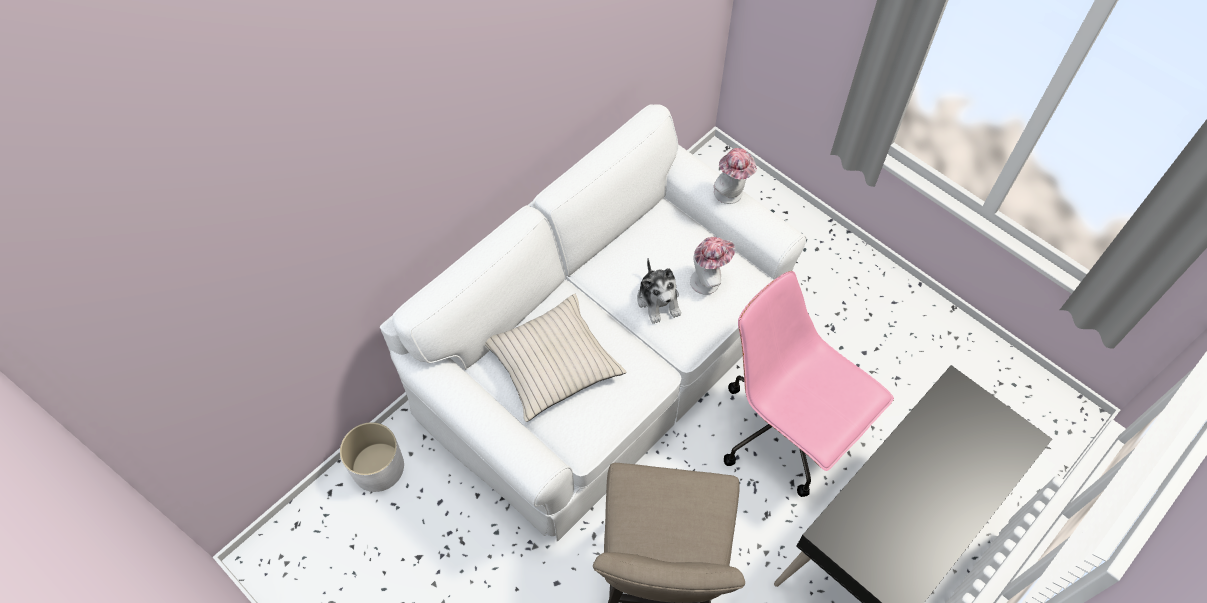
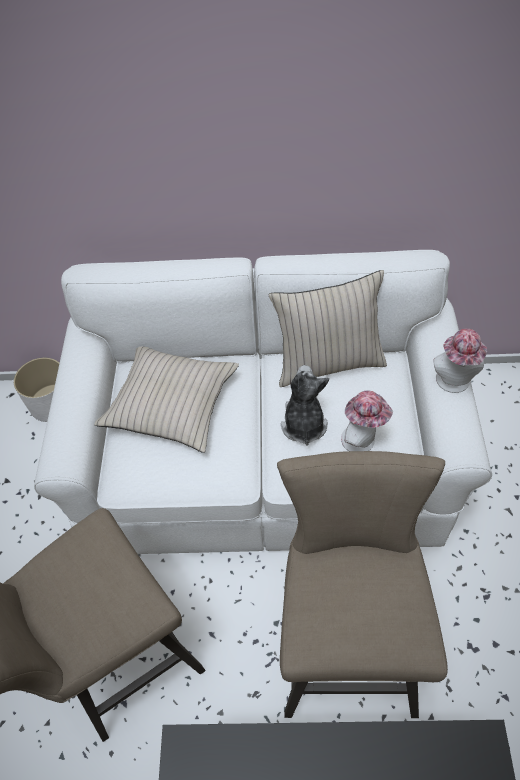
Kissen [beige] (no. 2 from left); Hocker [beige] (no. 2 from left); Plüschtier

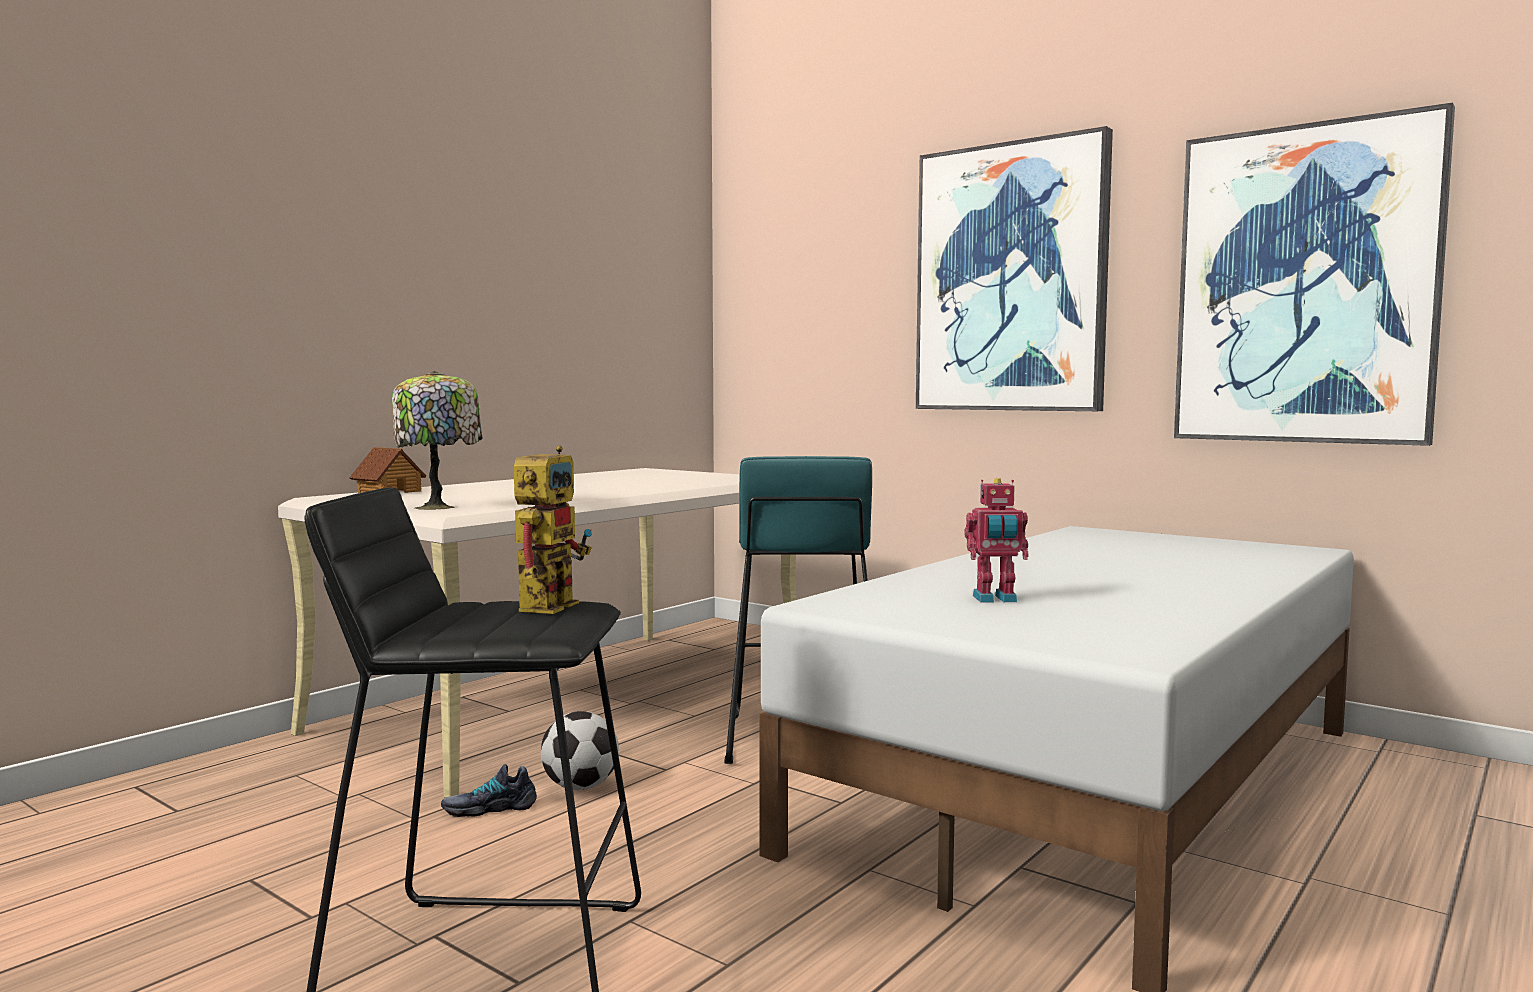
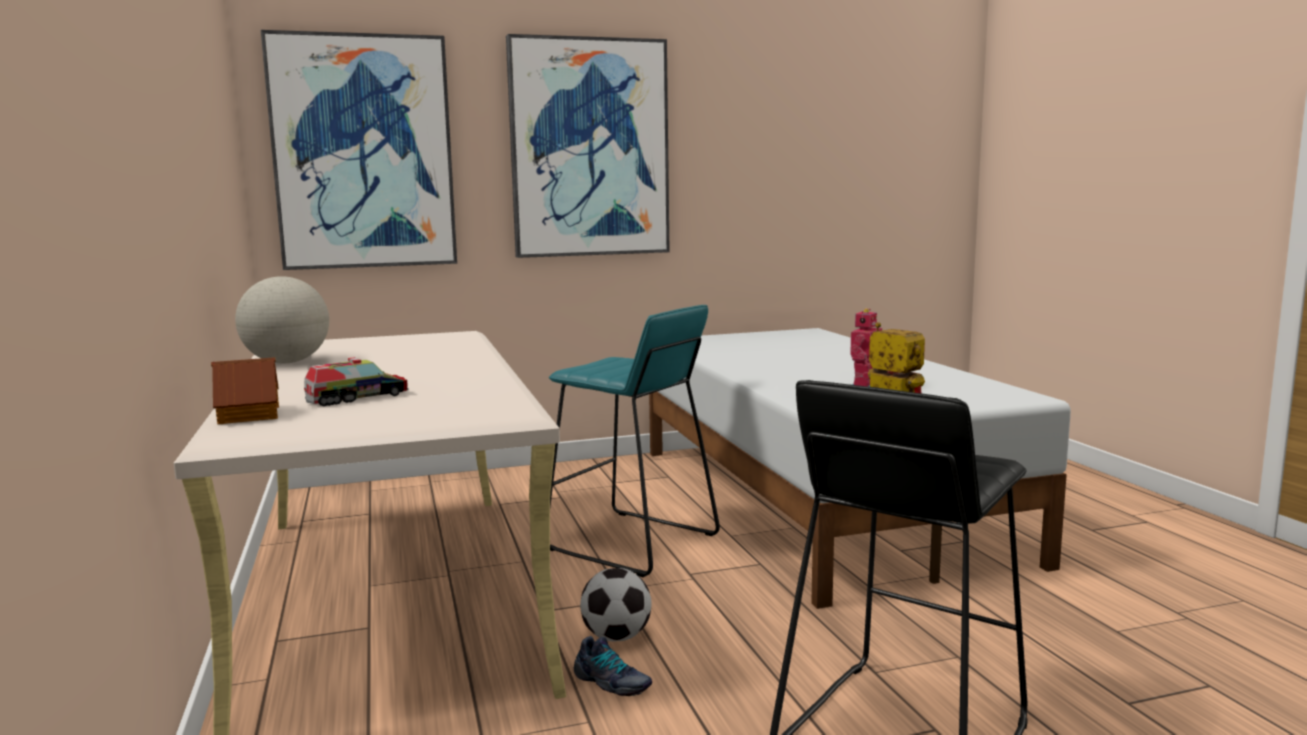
Tischlampe; Globus; Spielzeuglaster; Bild (no. 1 from left); Schuh

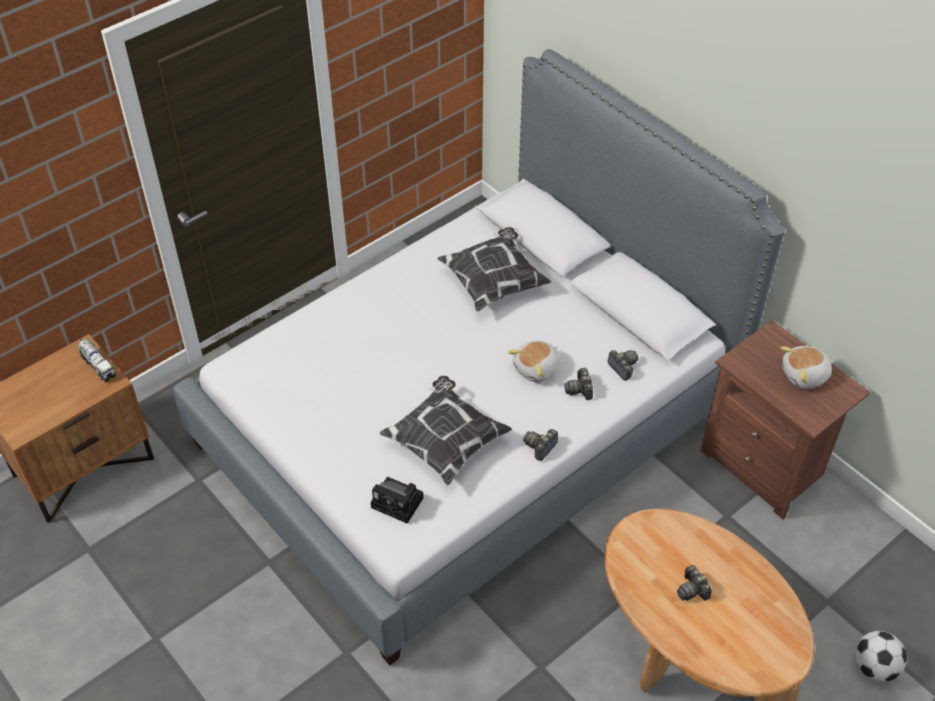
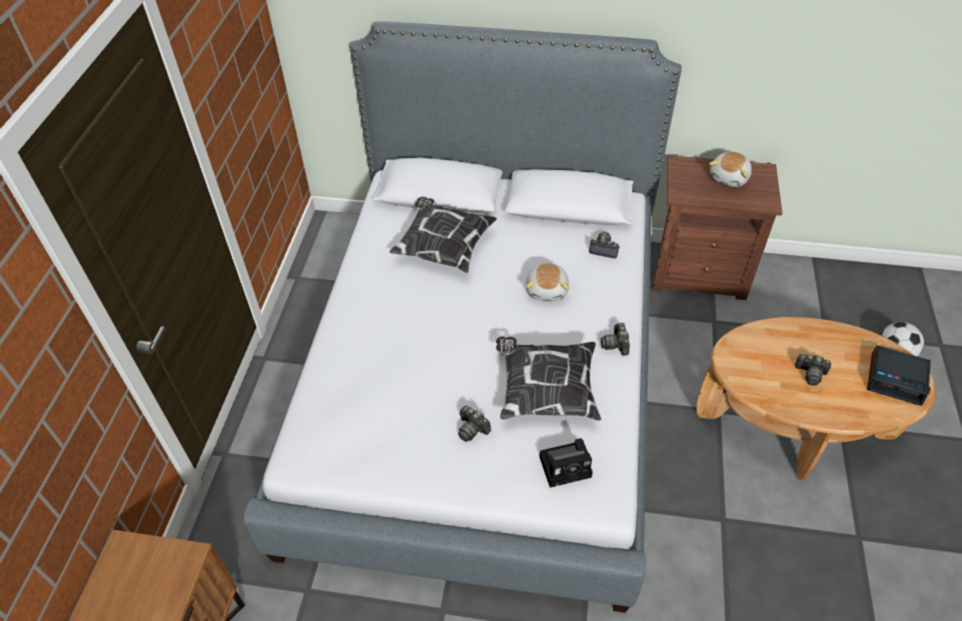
Spielzeuglaster; Wecker; Kamera (no. 1 from left)

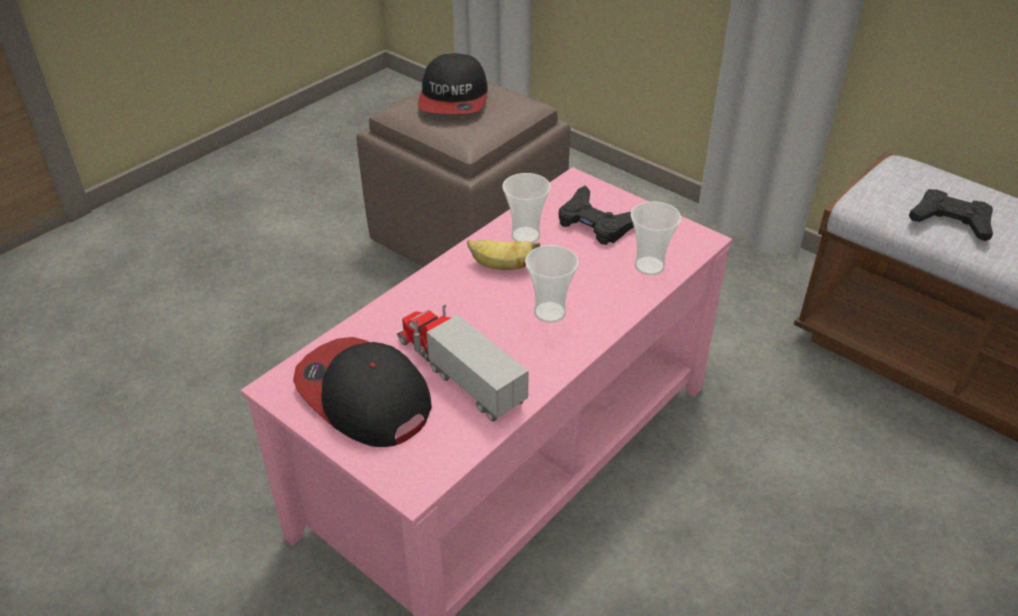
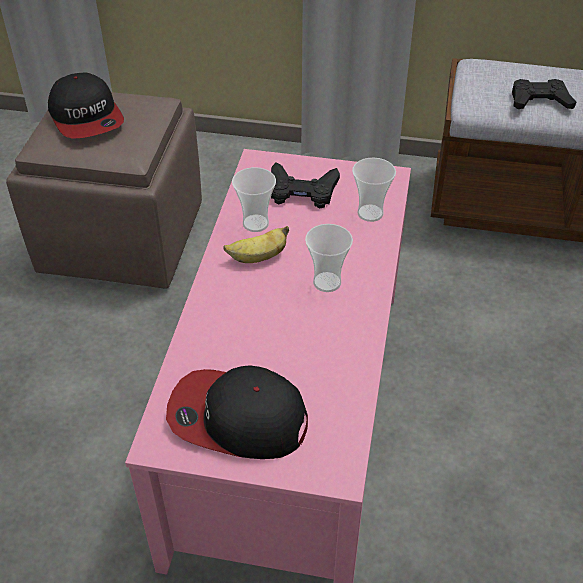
Spielzeuglaster

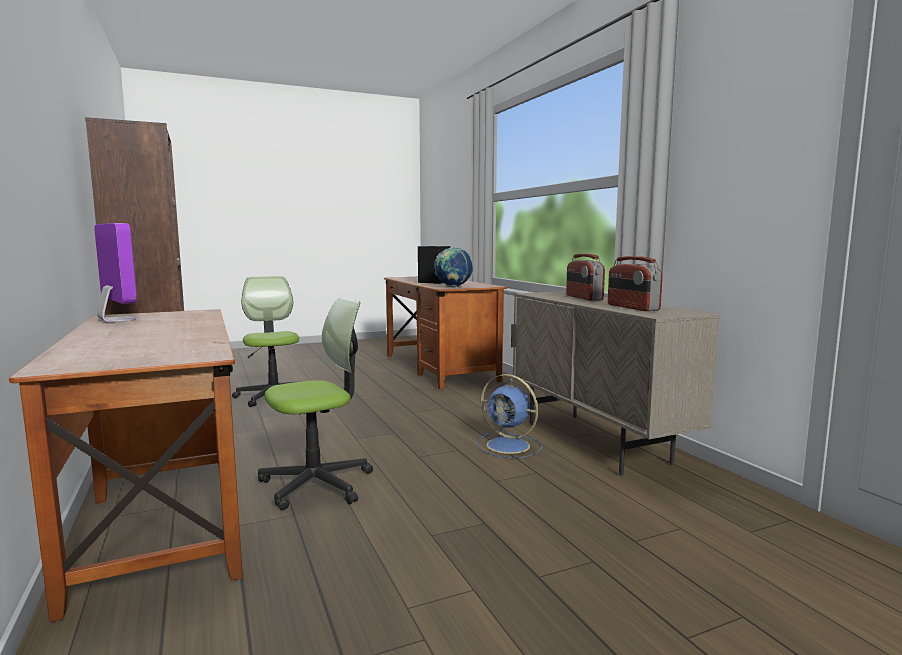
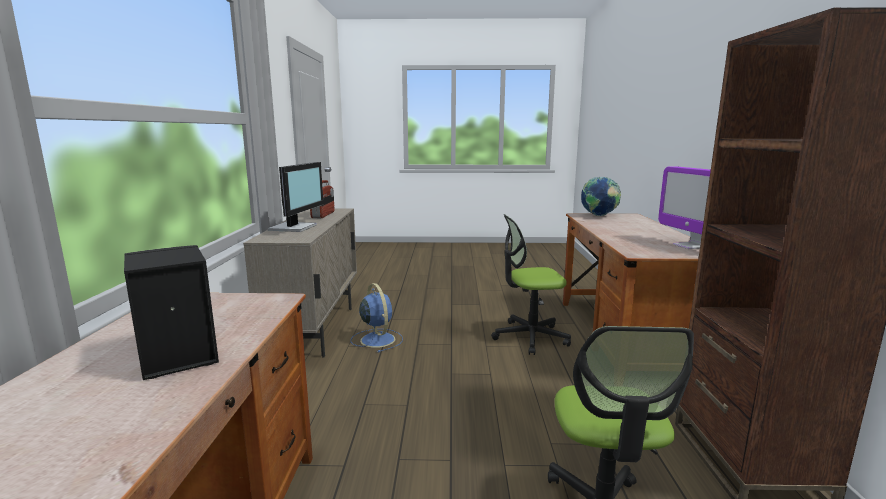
Globus; Monitor (no. 1 from left)

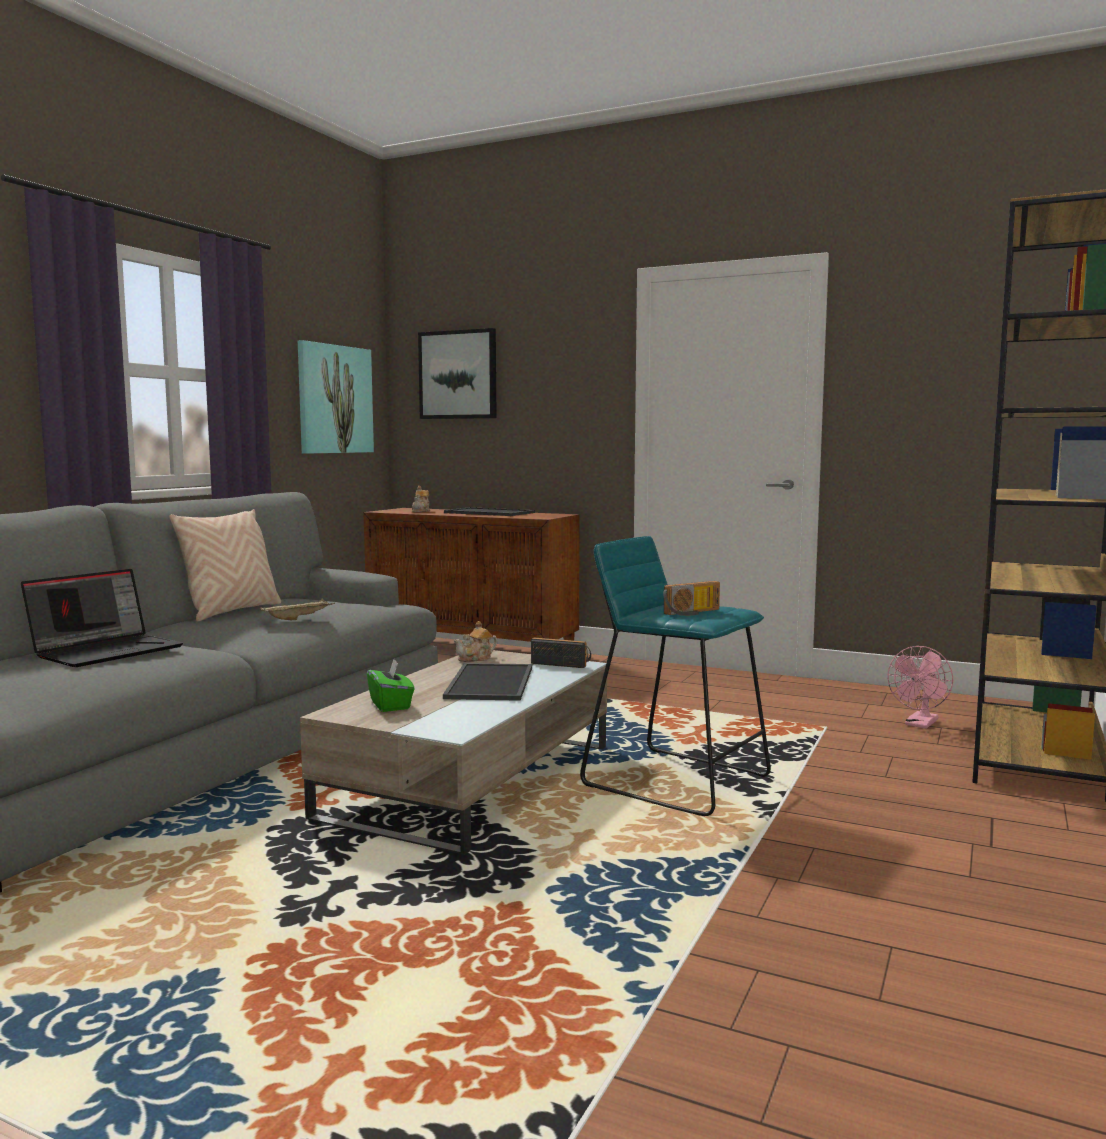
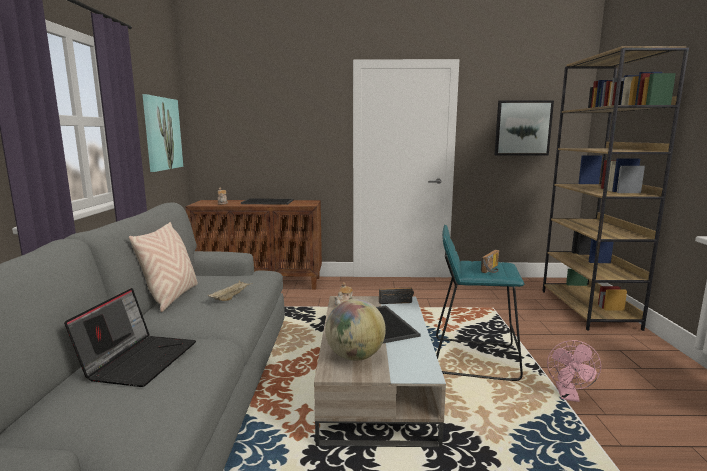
Bild (no. 2 from left); Ventilator [rosa]; Globus

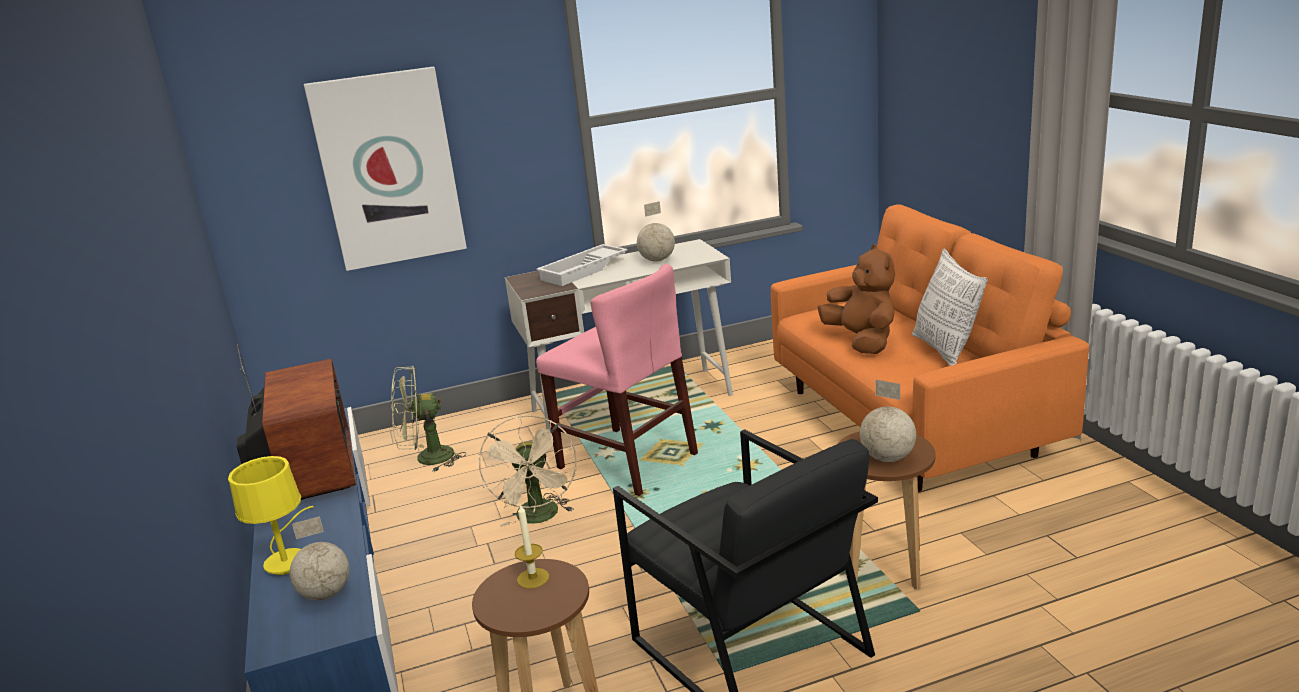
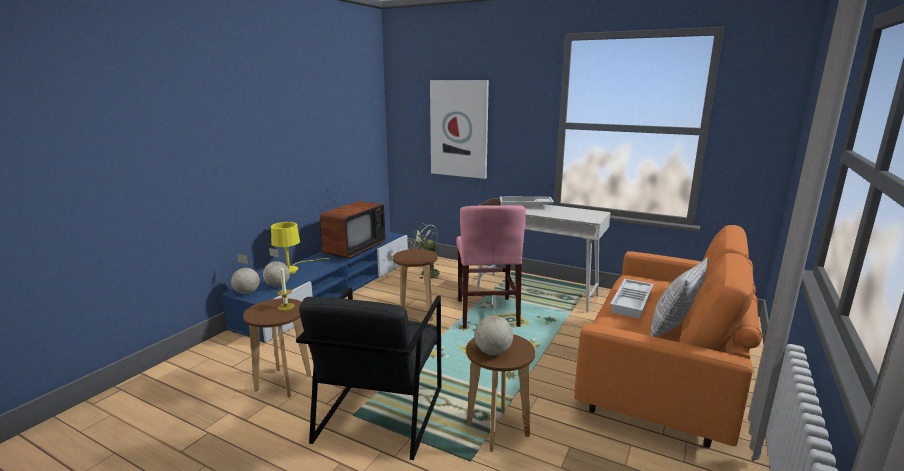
Globus (no. 1 from left); Hocker [braun] (no. 2 from left); Tablett [weiß] (no. 2 from left)

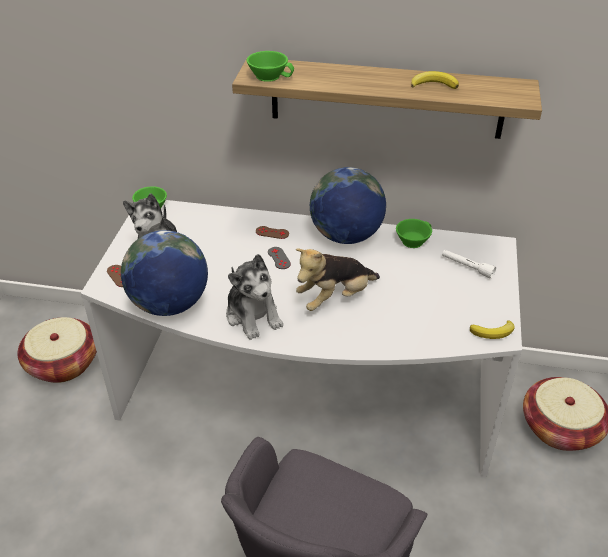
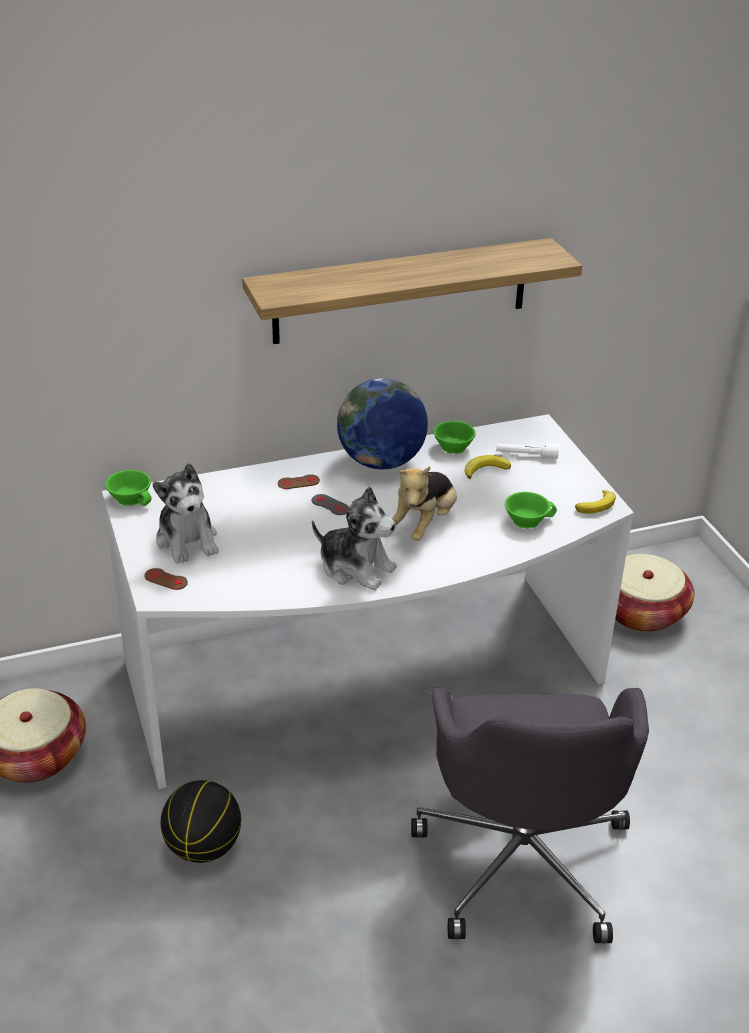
Globus (no. 1 from left in the first image); Basketball; Tasse [grün] (no. 3 from left); Banane (no. 1 from left)

